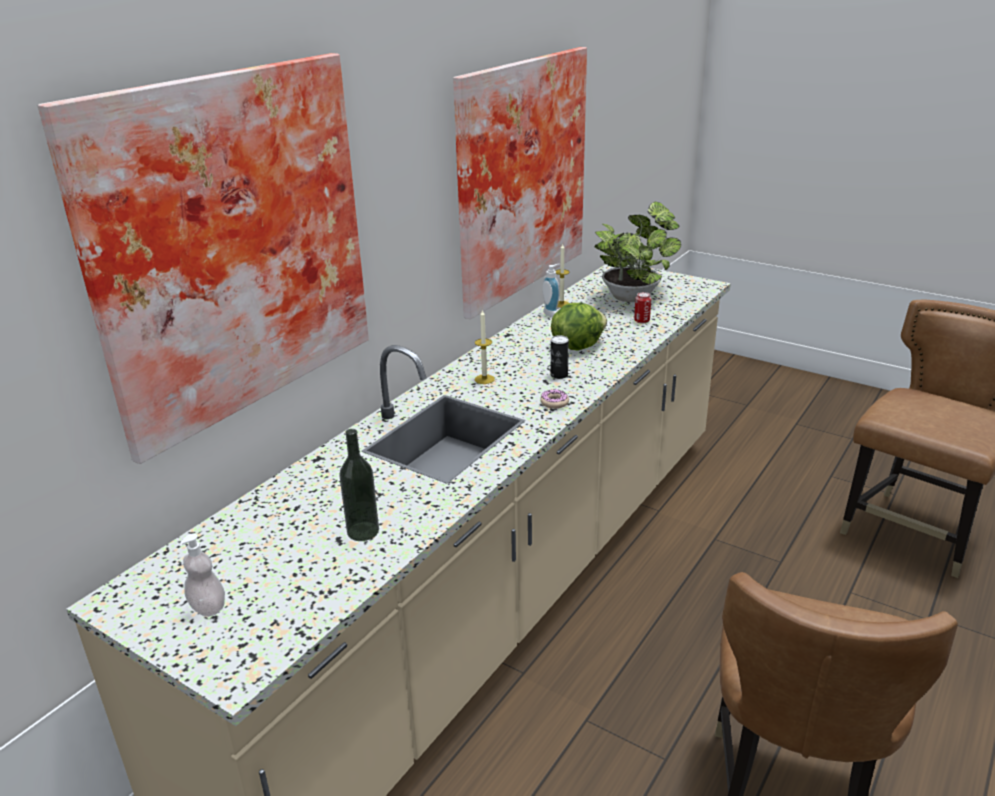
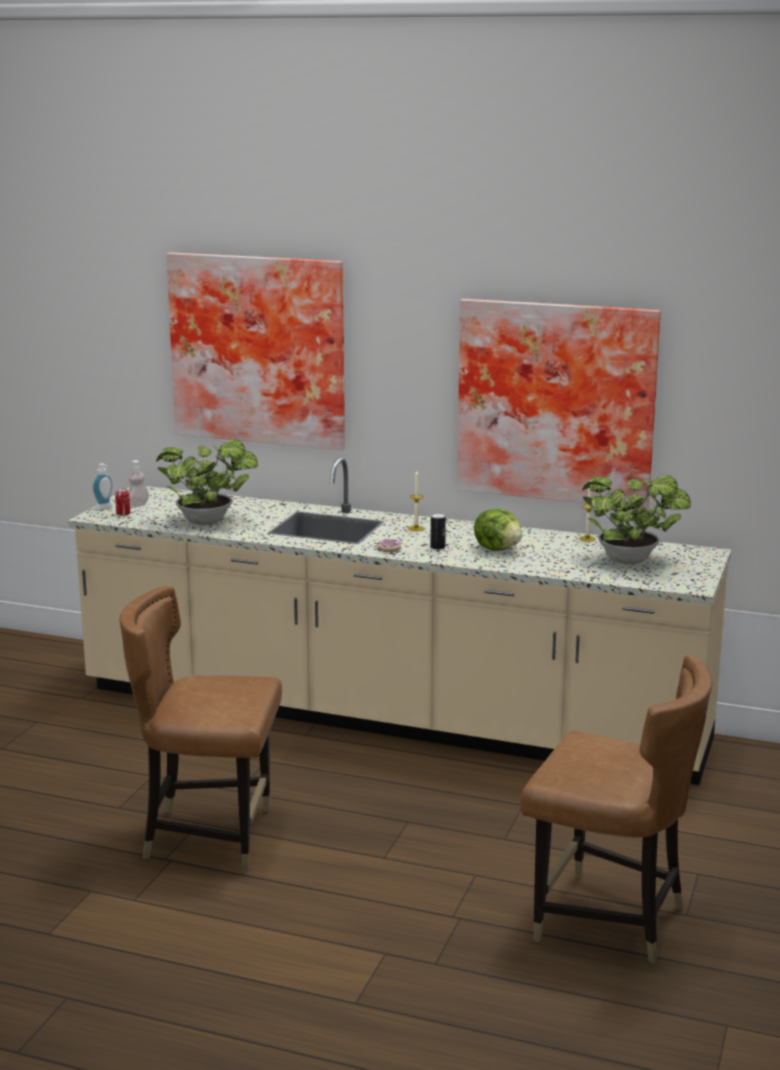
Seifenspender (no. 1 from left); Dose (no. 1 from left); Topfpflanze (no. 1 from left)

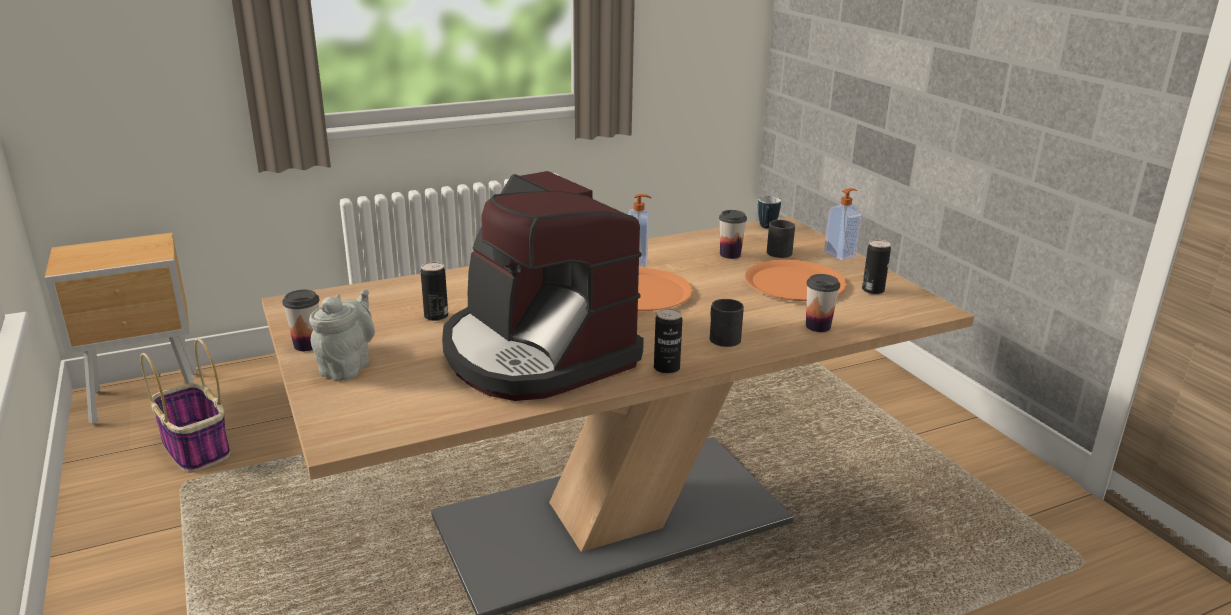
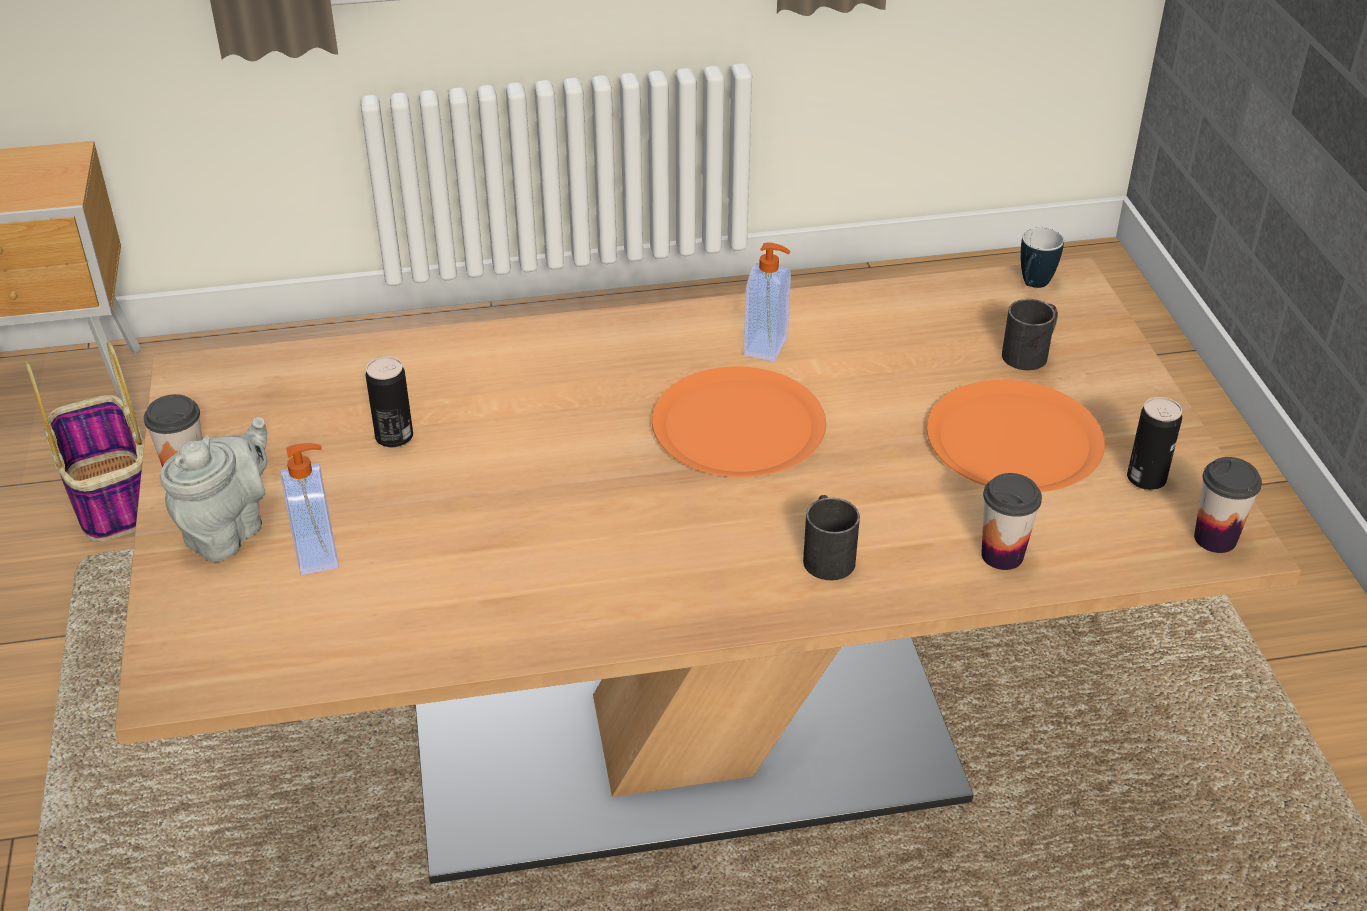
Kaffeemaschine; Dose (no. 2 from left in the first image); Tasse (no. 3 from left); Seifenspender (no. 1 from left)

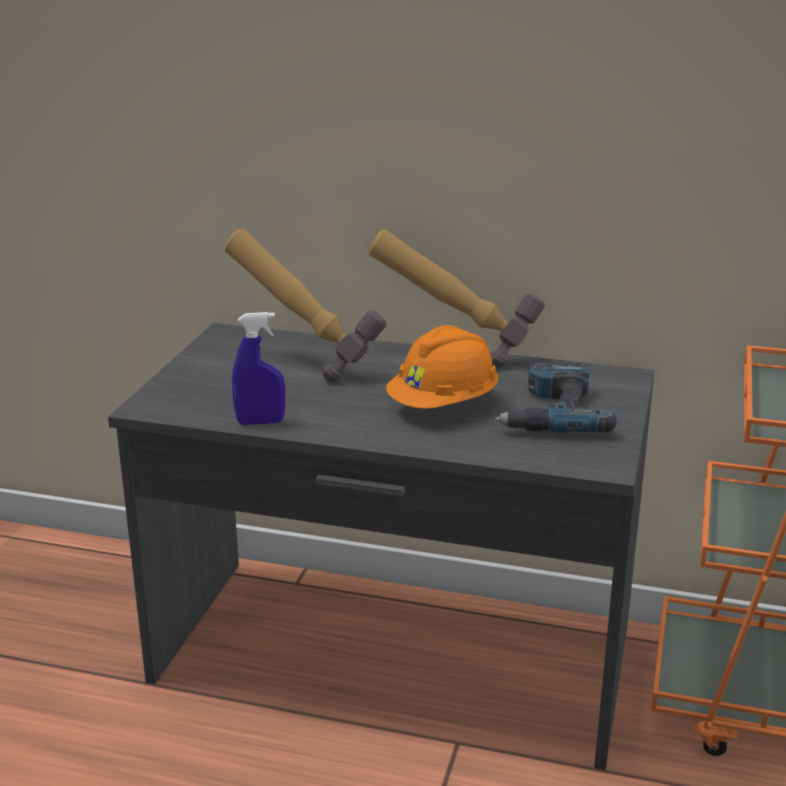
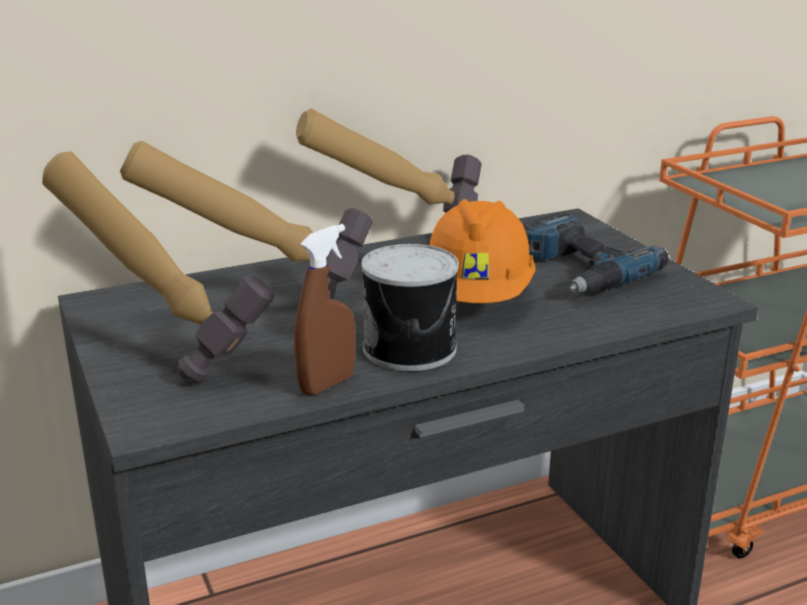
Hammer (no. 1 from left); Dose; Sprühflasche [braun]

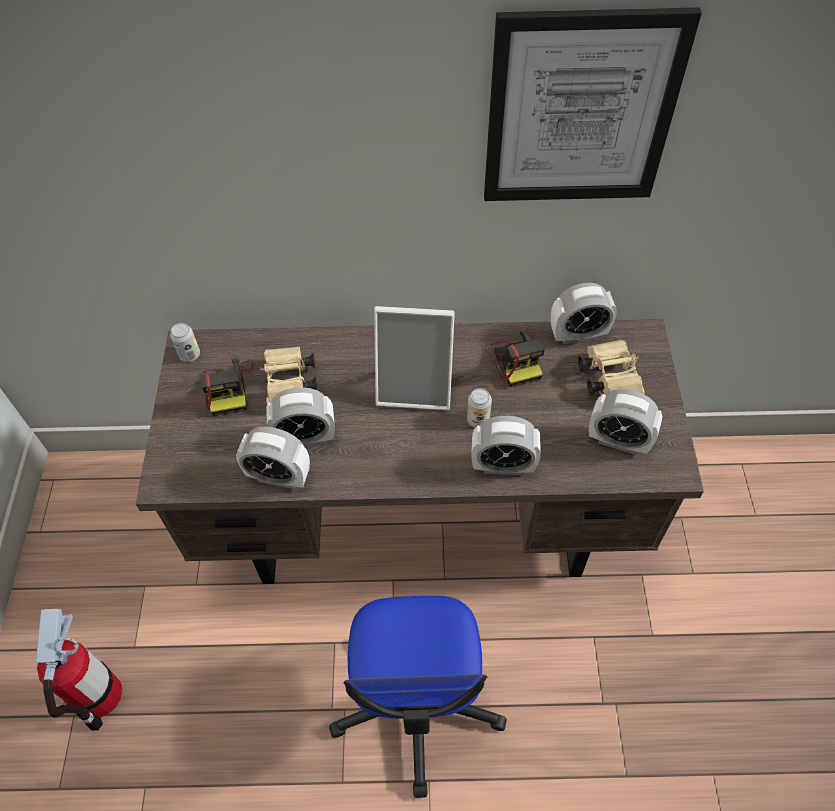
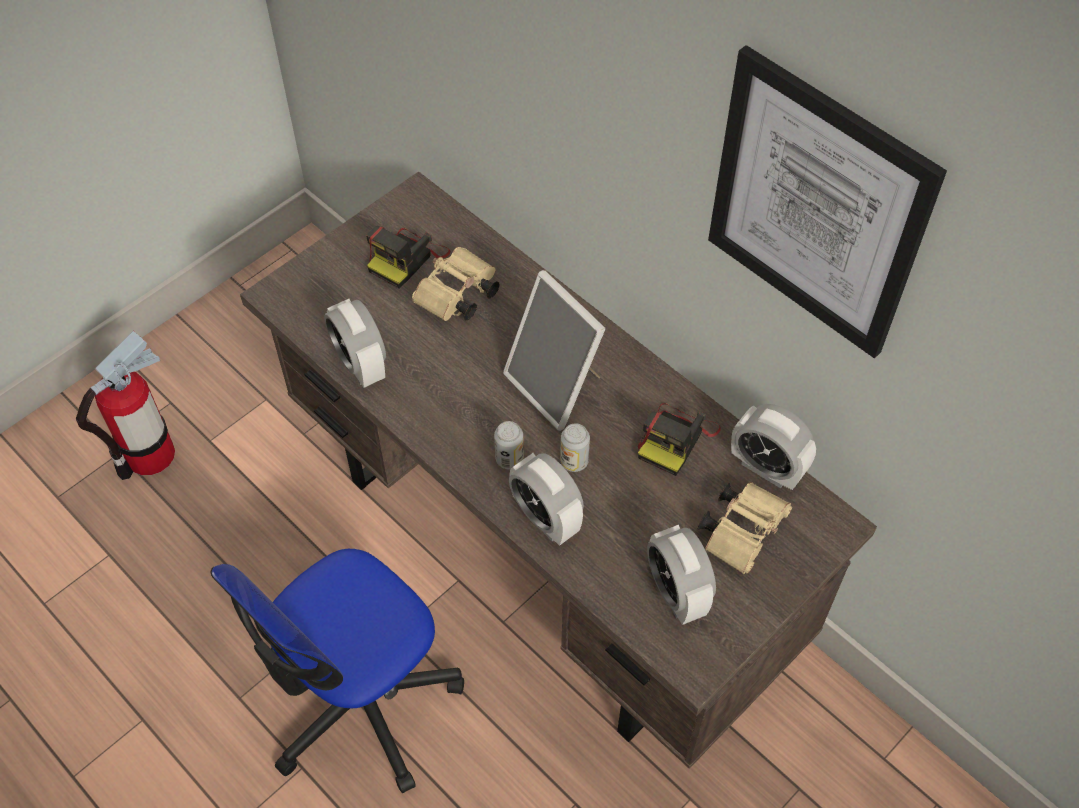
Wecker (no. 2 from left in the first image); Dose (no. 1 from left)

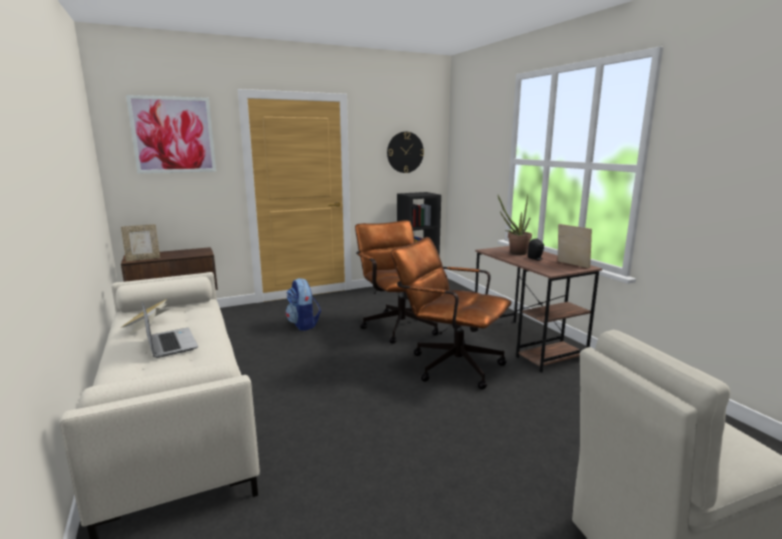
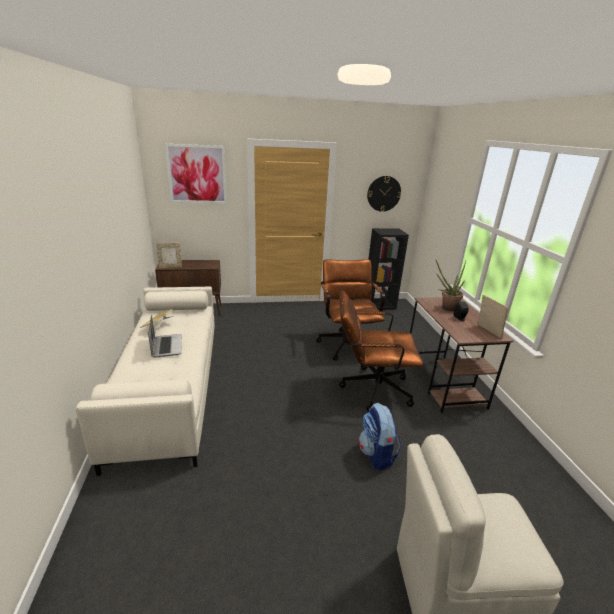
Rucksack; Bürostuhl [braun] (no. 2 from left)

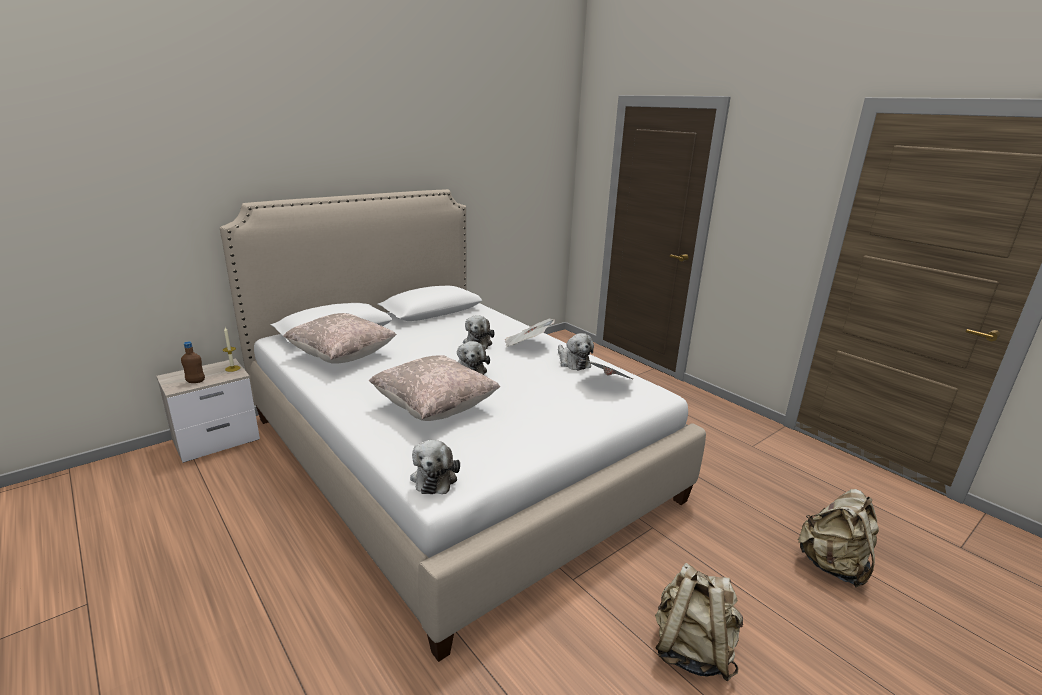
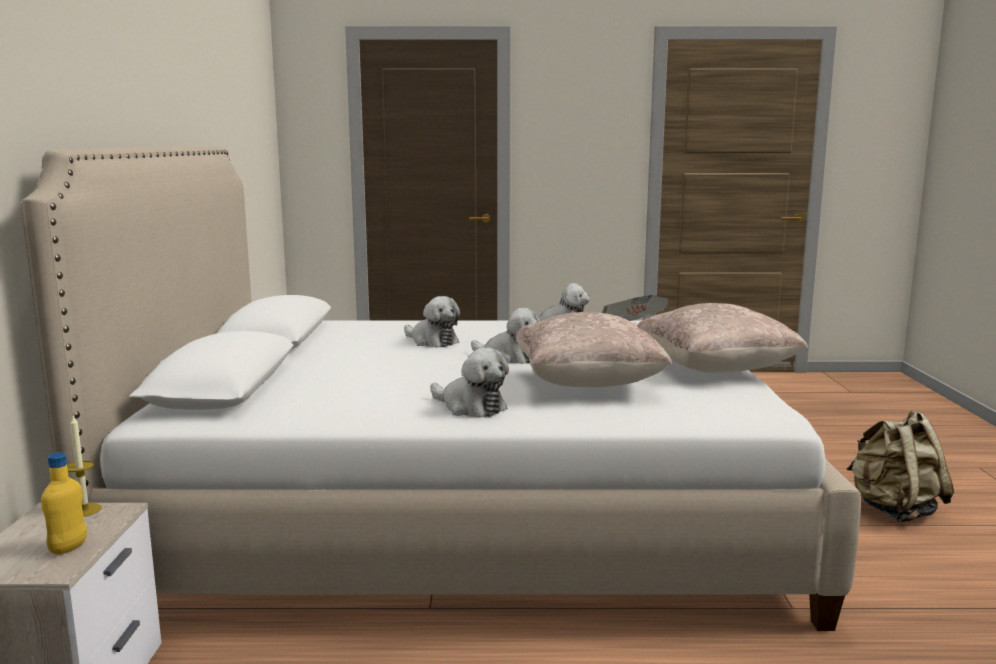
Zeitung (no. 1 from left in the first image); Rucksack [beige] (no. 2 from left in the first image); Kissen [beige] (no. 2 from left); Plüschtier (no. 2 from left); Flasche [gelb]

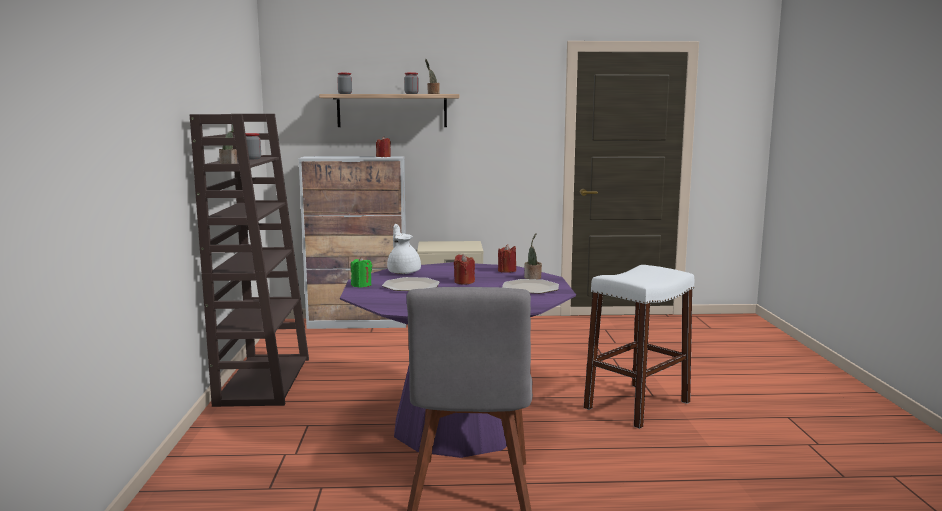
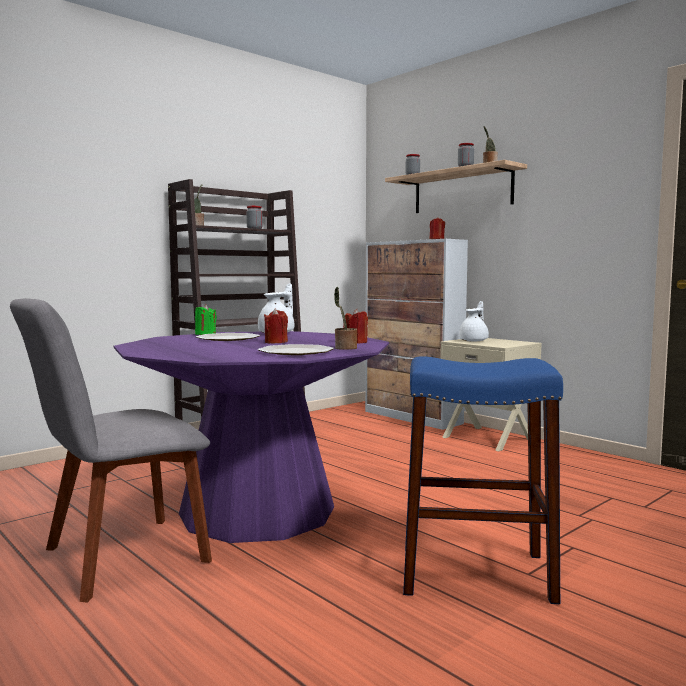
Teekanne [weiß] (no. 2 from left); Hocker [blau]

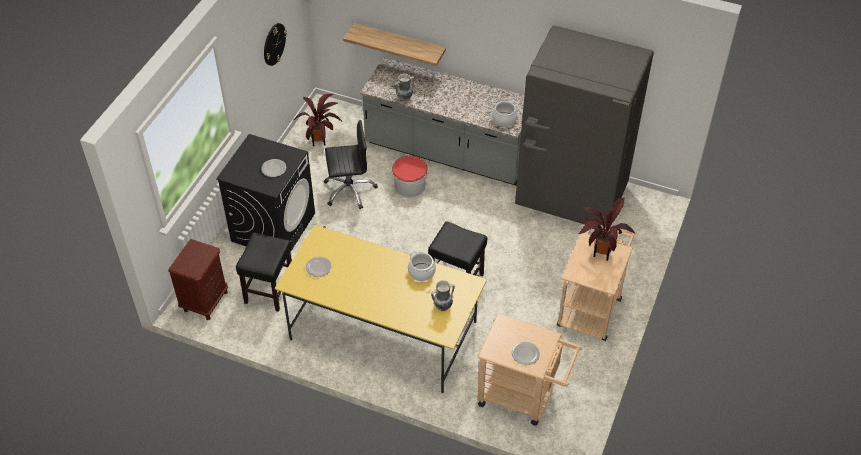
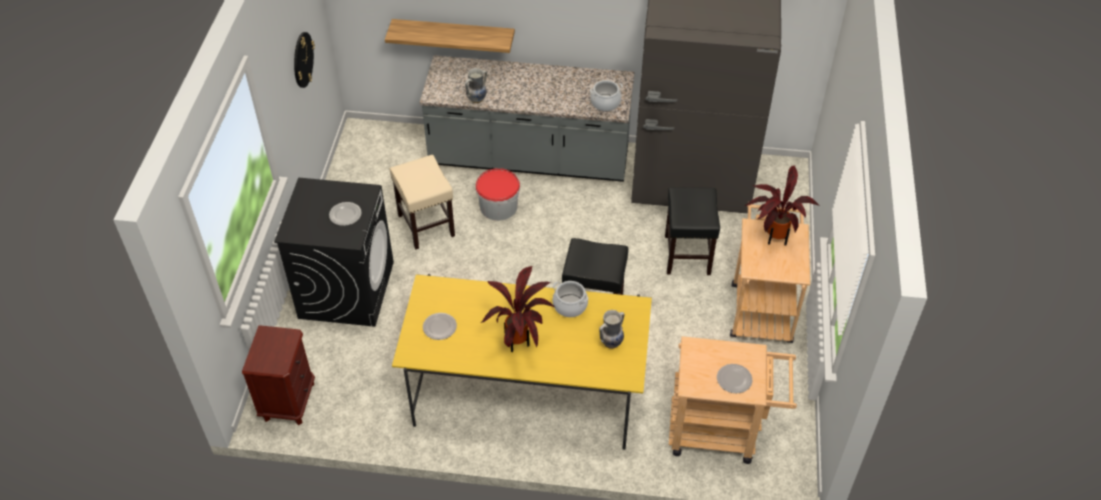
Hocker [schwarz] (no. 2 from left); Topfpflanze (no. 1 from left); Hocker [beige]

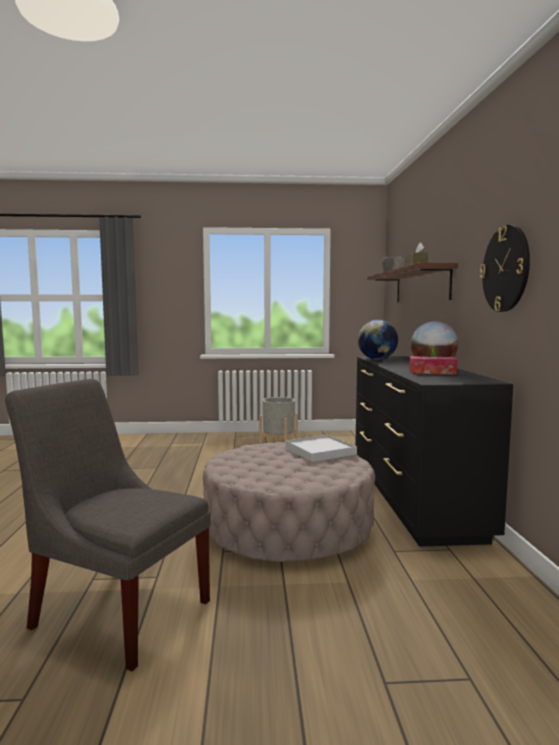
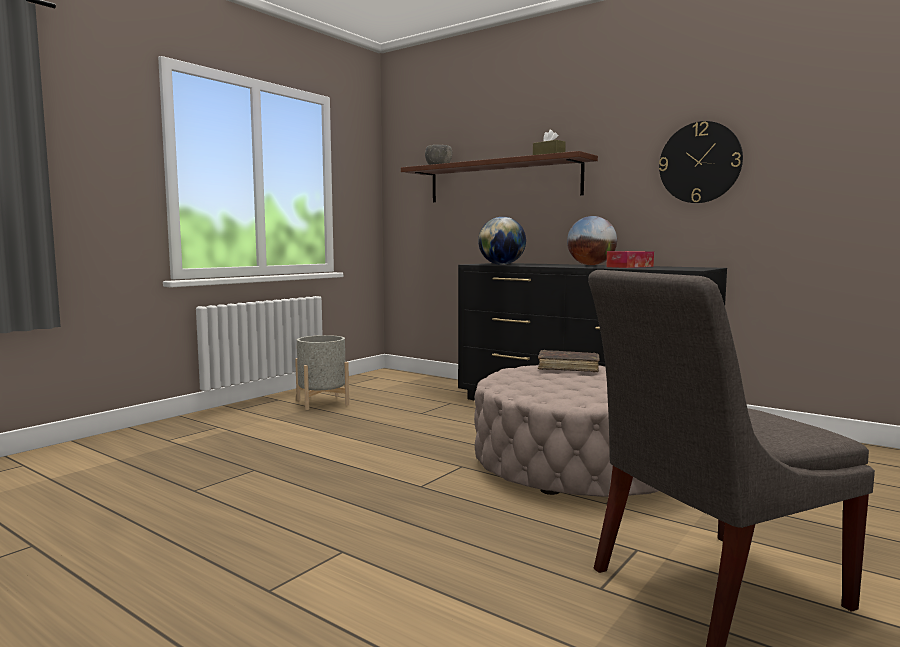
Buch [braun]

